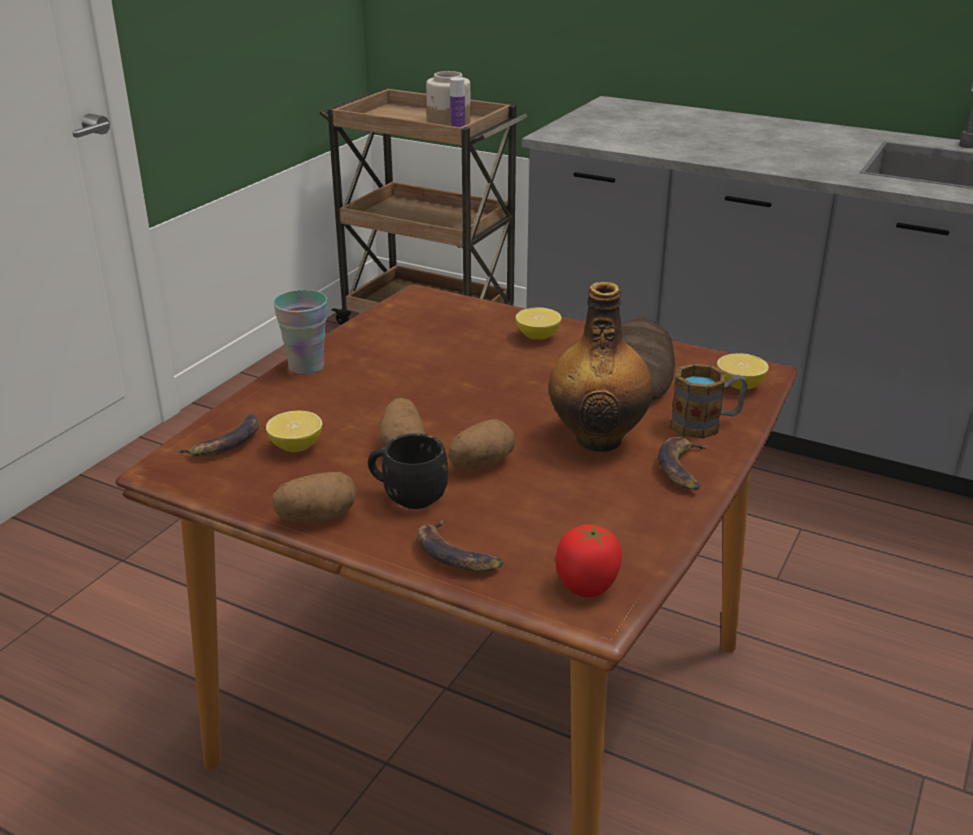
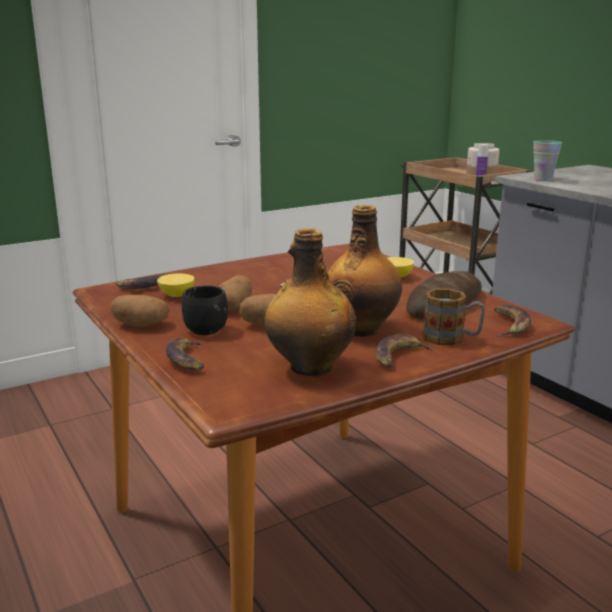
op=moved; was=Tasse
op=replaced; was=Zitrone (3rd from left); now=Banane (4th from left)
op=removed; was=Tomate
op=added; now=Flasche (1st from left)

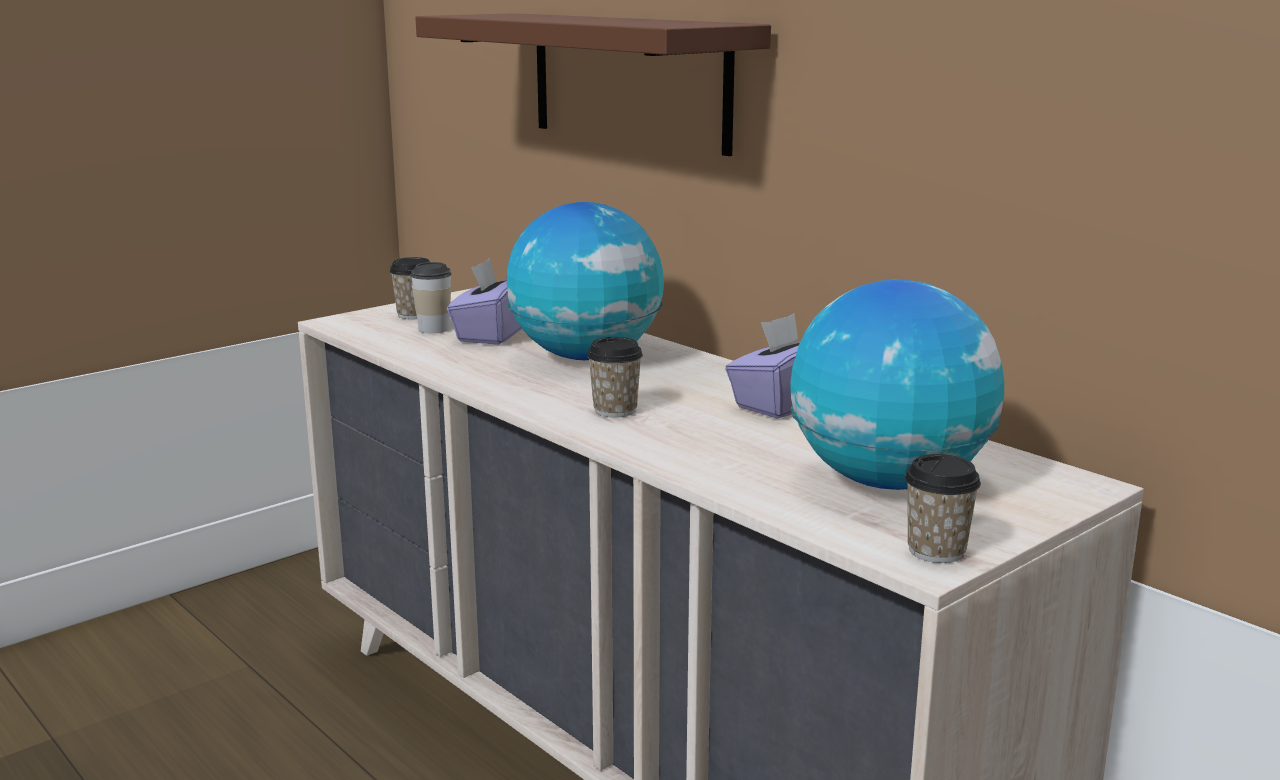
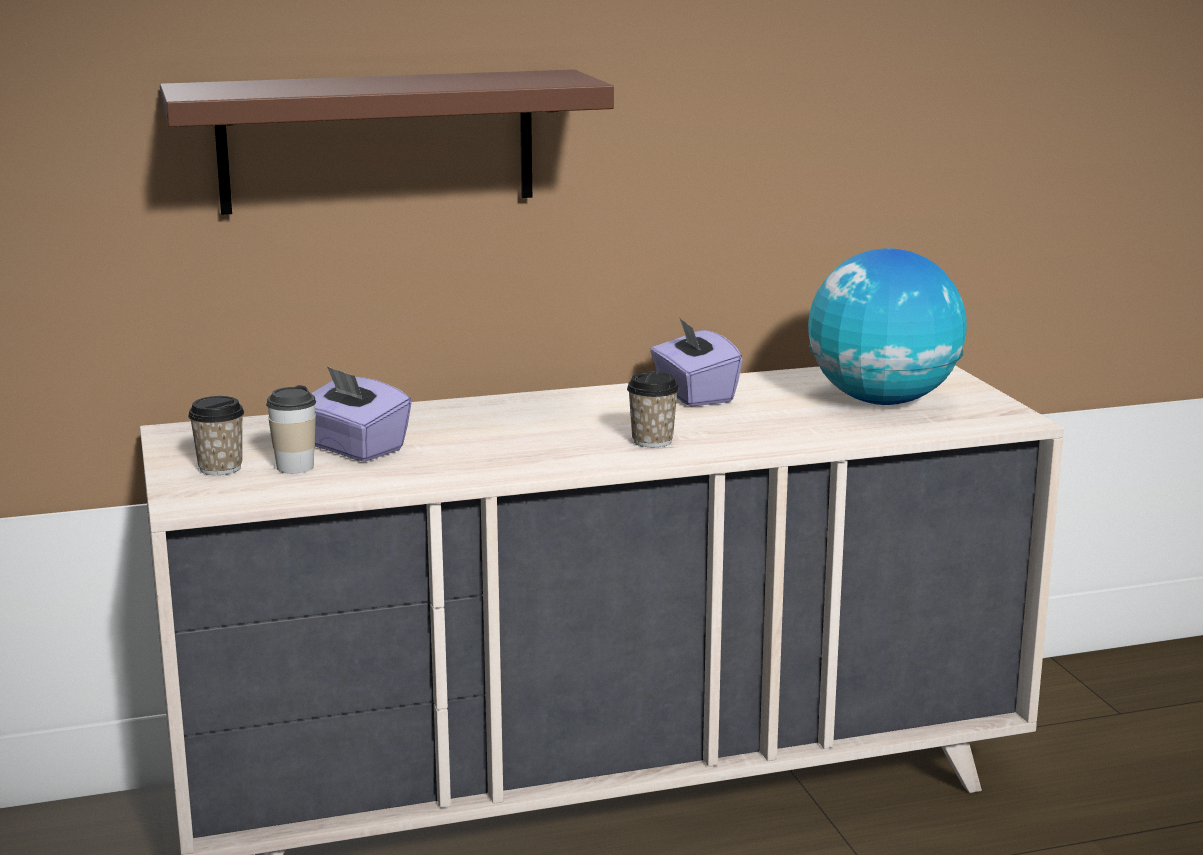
op=removed; was=Globus (1st from left)
op=removed; was=Tasse (4th from left)

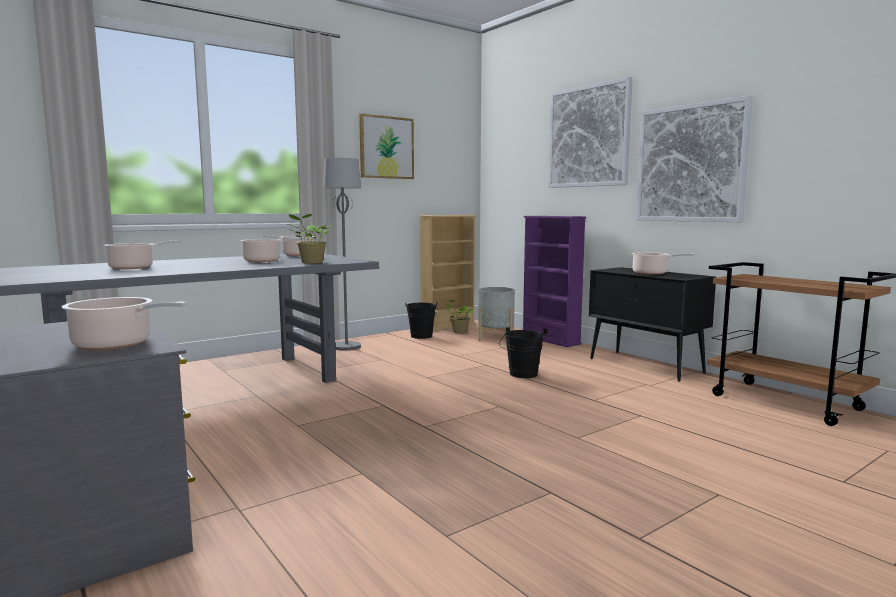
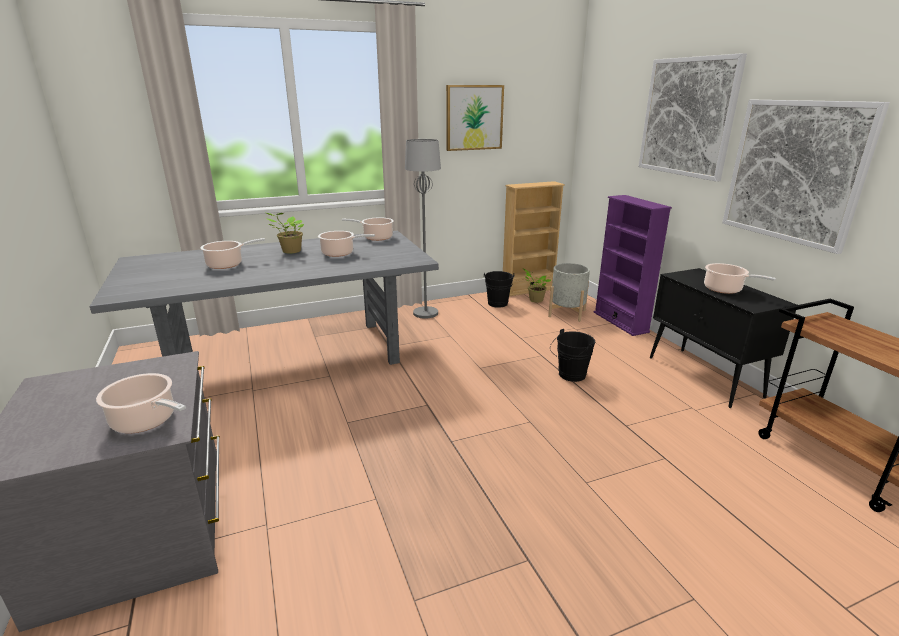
op=moved; was=Topfpflanze (1st from left)

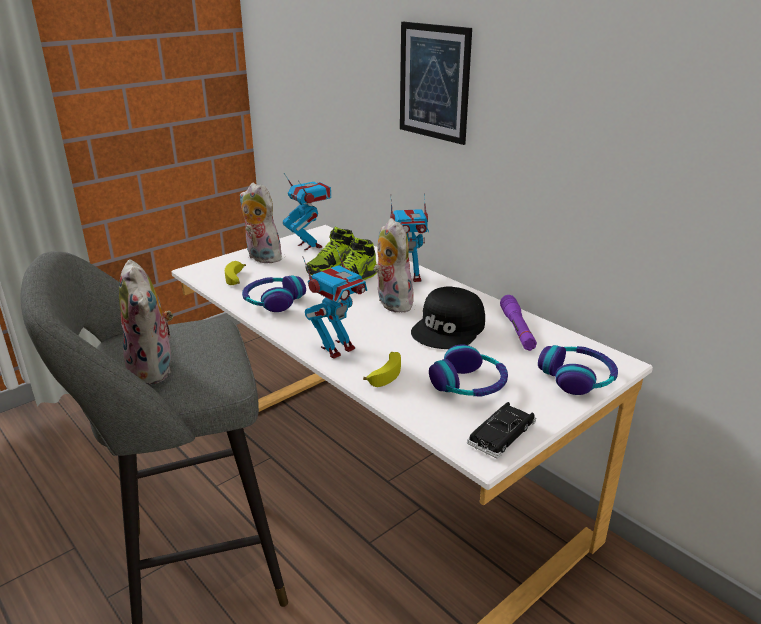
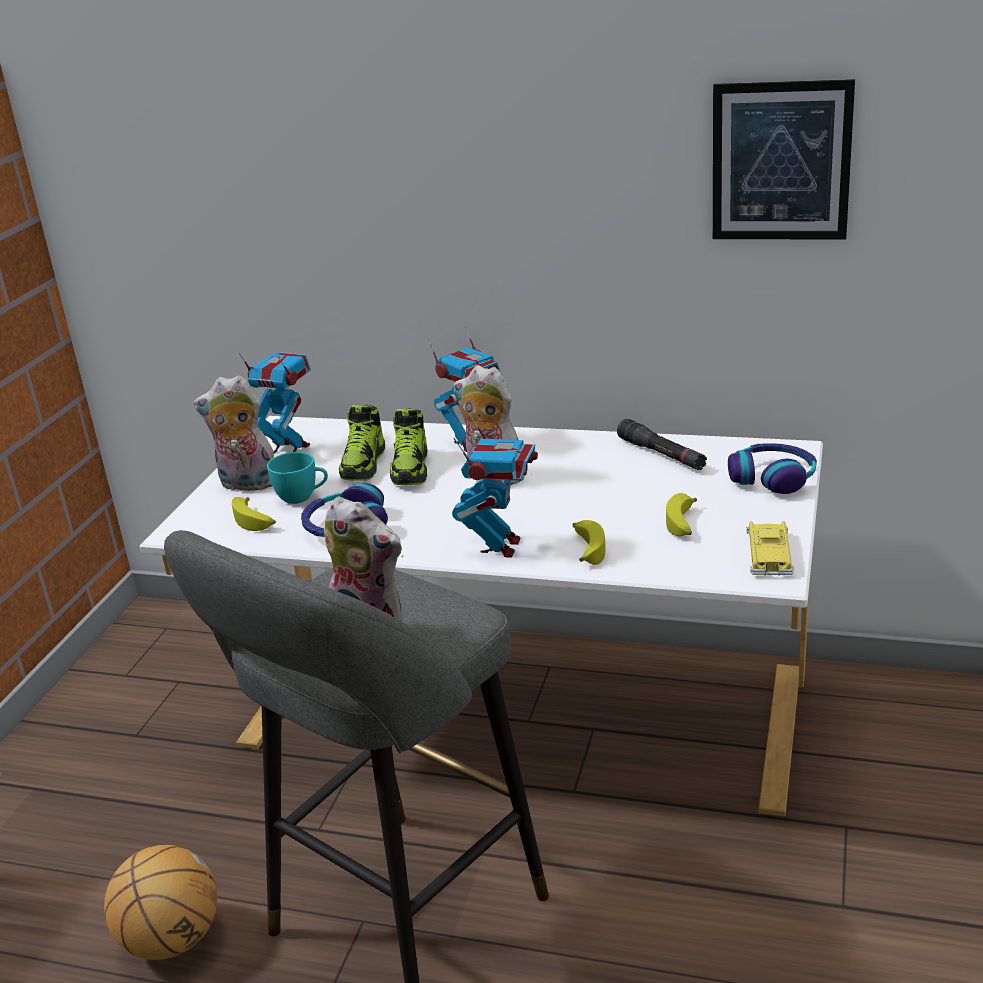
op=moved; was=Bild
op=removed; was=Kappe [schwarz]
op=recoloured; was=Taschenlampe [lila]; now=Taschenlampe [schwarz]
op=replaced; was=Kopfhörer (2nd from left); now=Banane (3rd from left)
op=recoloured; was=Spielzeugauto [schwarz]; now=Spielzeugauto [gelb]
op=added; now=Tasse [türkis]
op=added; now=Basketball

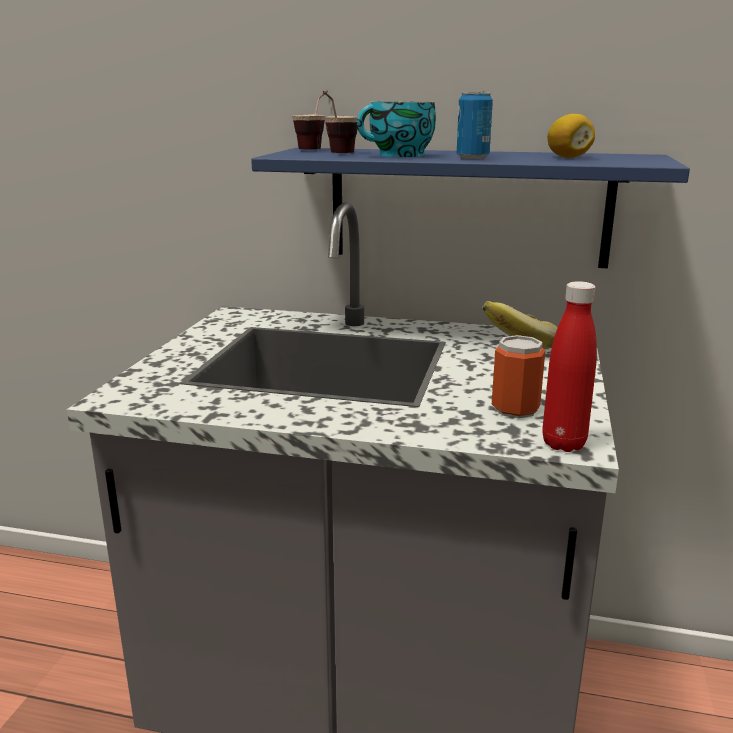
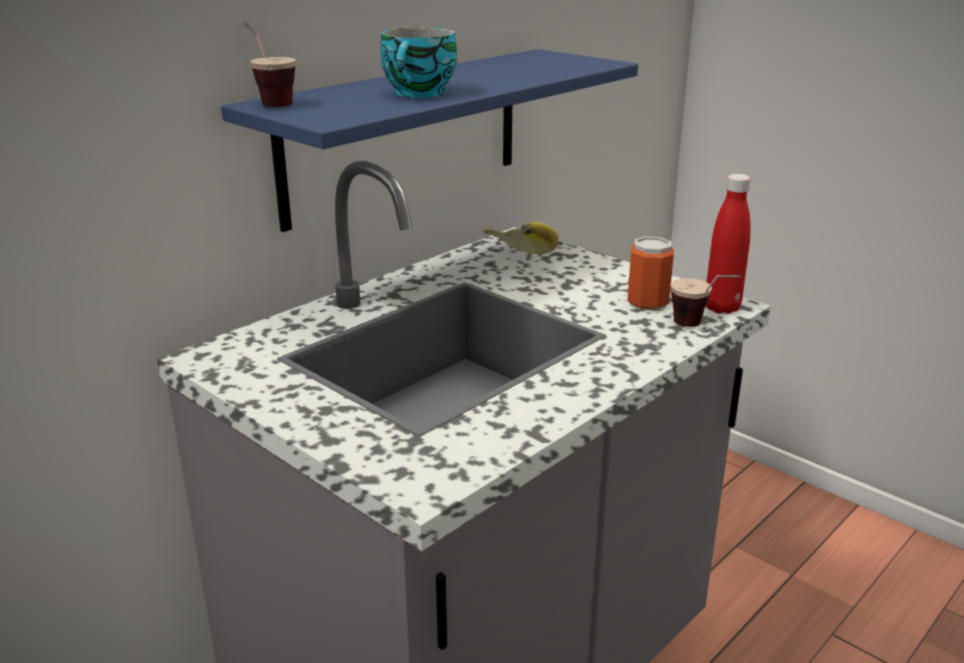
op=moved; was=Tasse (2nd from left in the first image); now=Tasse (3rd from left)
op=removed; was=Dose (1st from left)
op=removed; was=Zitrone

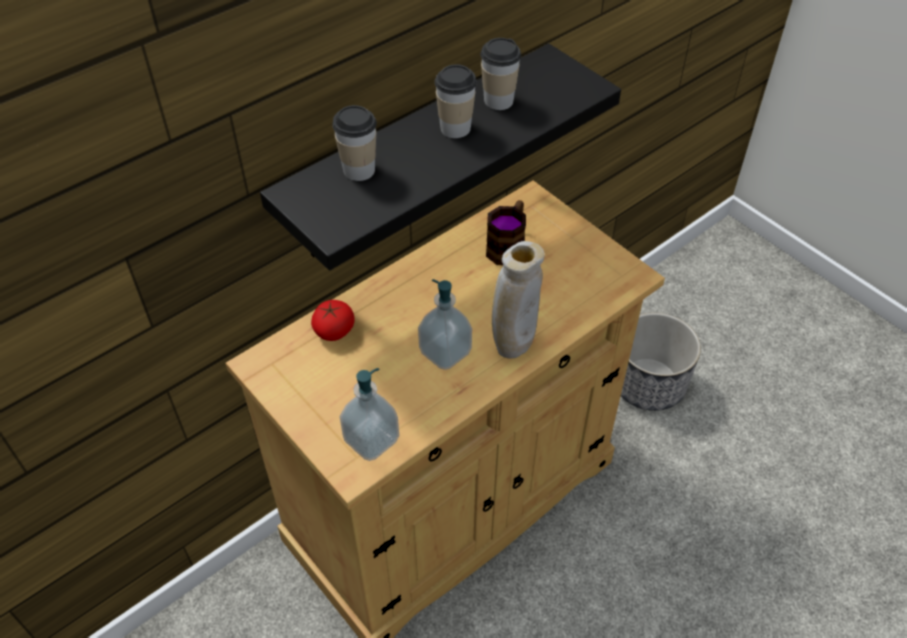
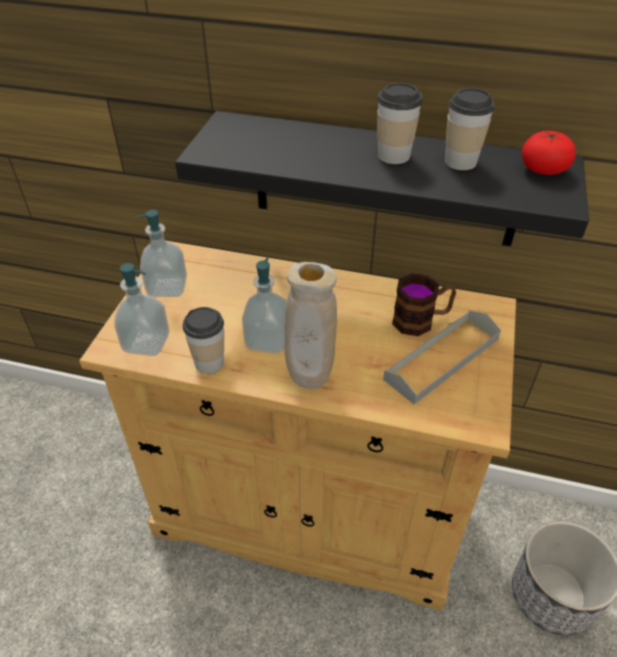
op=moved; was=Tasse (1st from left)
op=moved; was=Tomate
op=added; now=Seifenspender (2nd from left)
op=added; now=Tablett [grau]

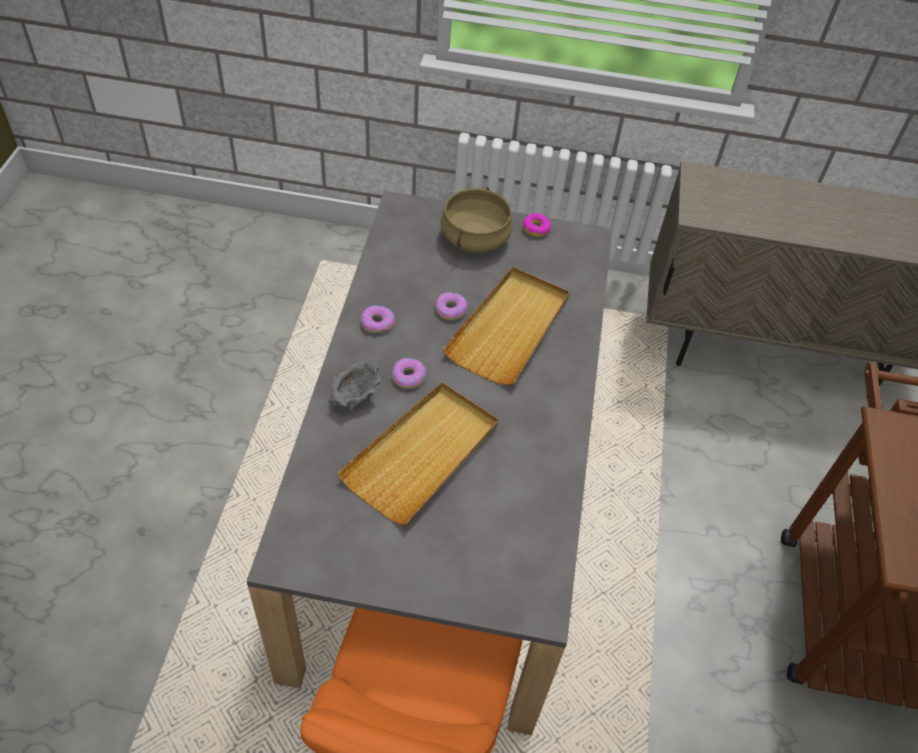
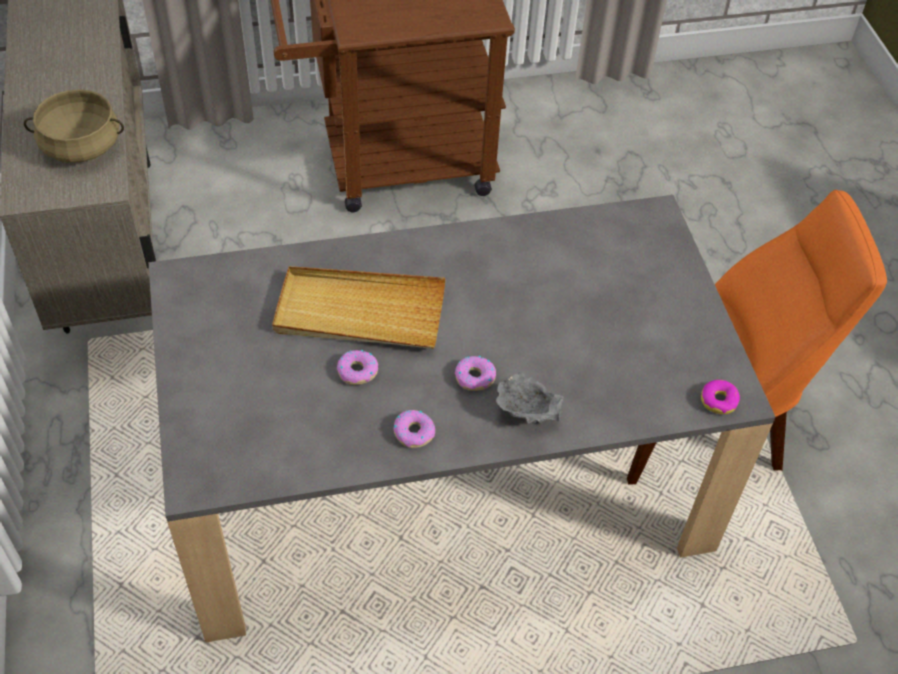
op=moved; was=Kochtopf [beige]
op=moved; was=Donut (4th from left)
op=removed; was=Tablett [beige] (1st from left)

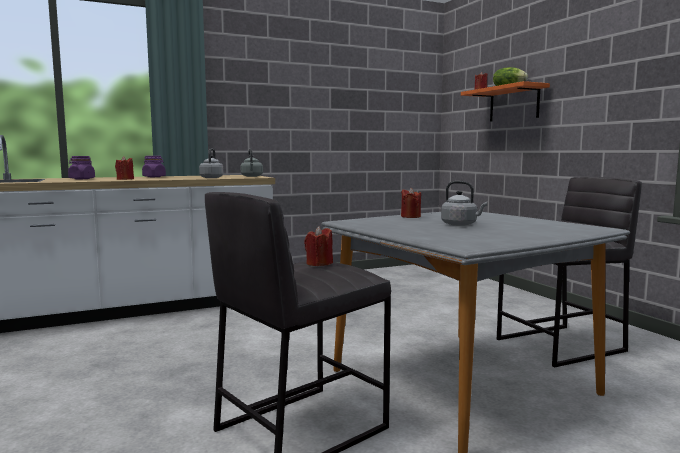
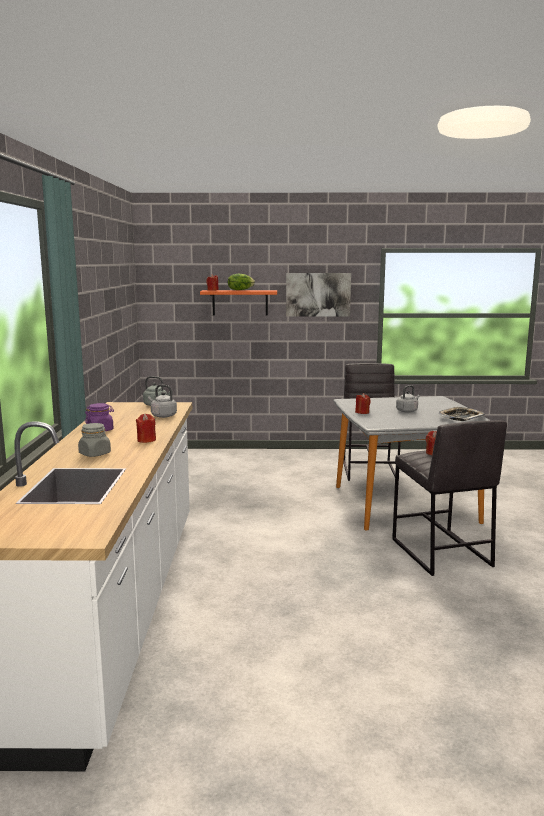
op=recoloured; was=Vorratsglas [lila] (1st from left); now=Vorratsglas [grau]
op=added; now=Bild
op=added; now=Tablett

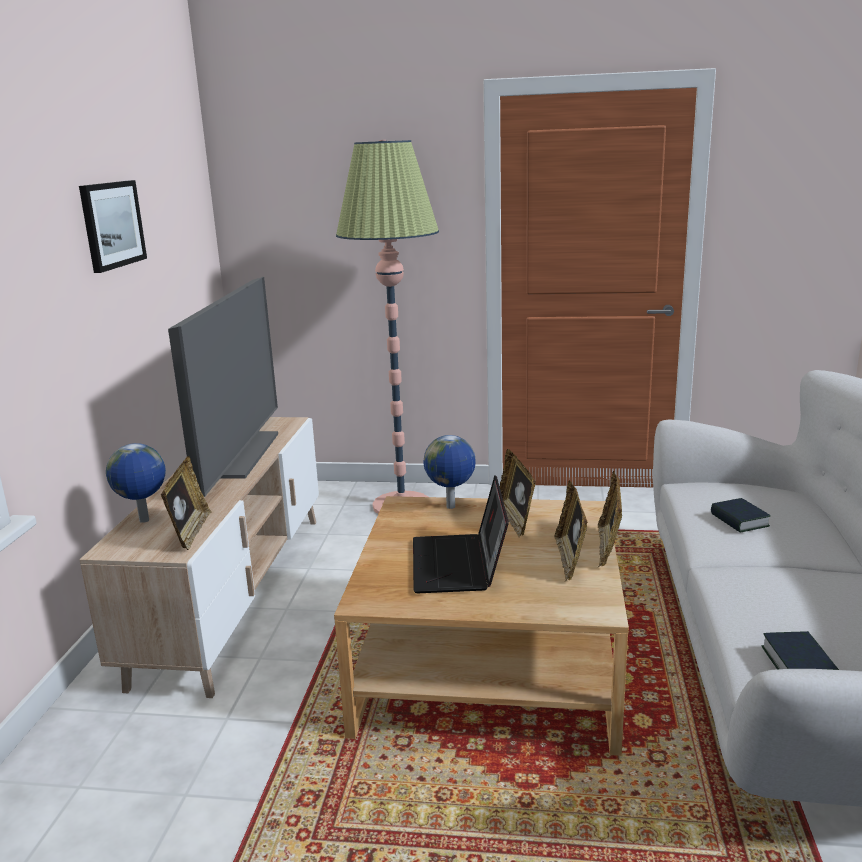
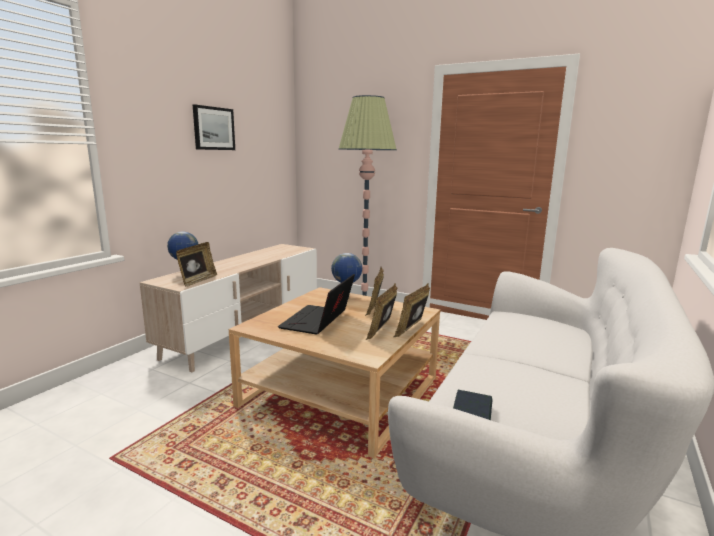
op=removed; was=Fernseher
op=removed; was=Buch (1st from left)

